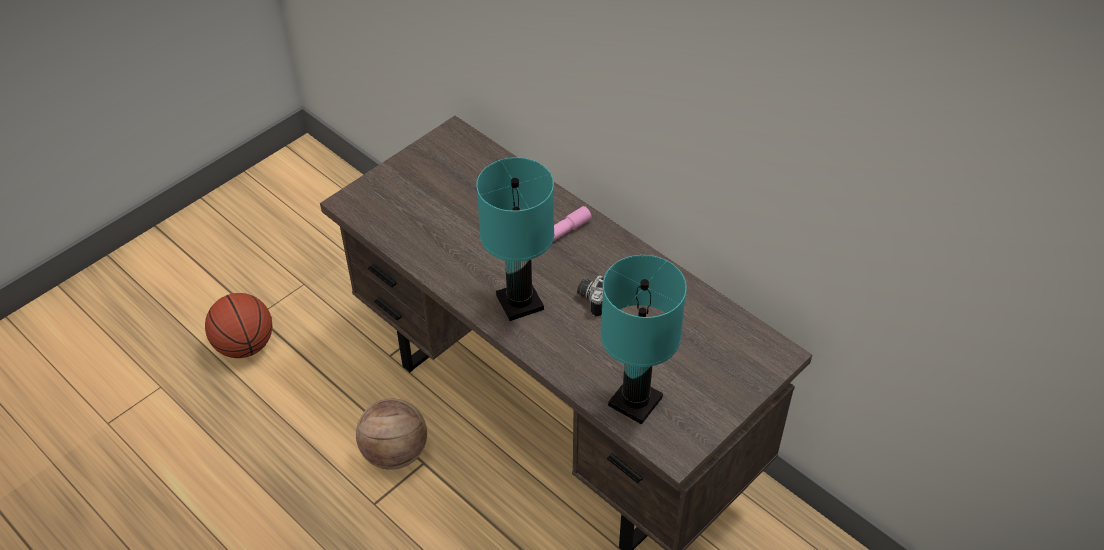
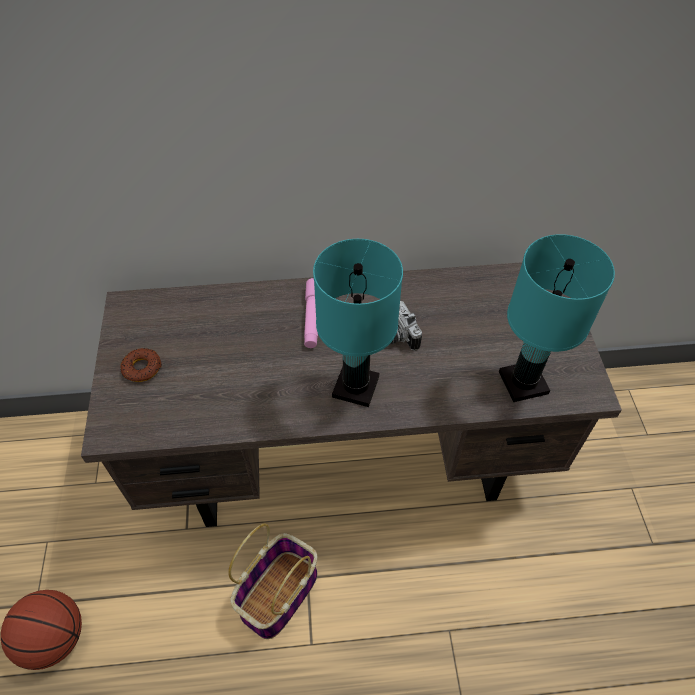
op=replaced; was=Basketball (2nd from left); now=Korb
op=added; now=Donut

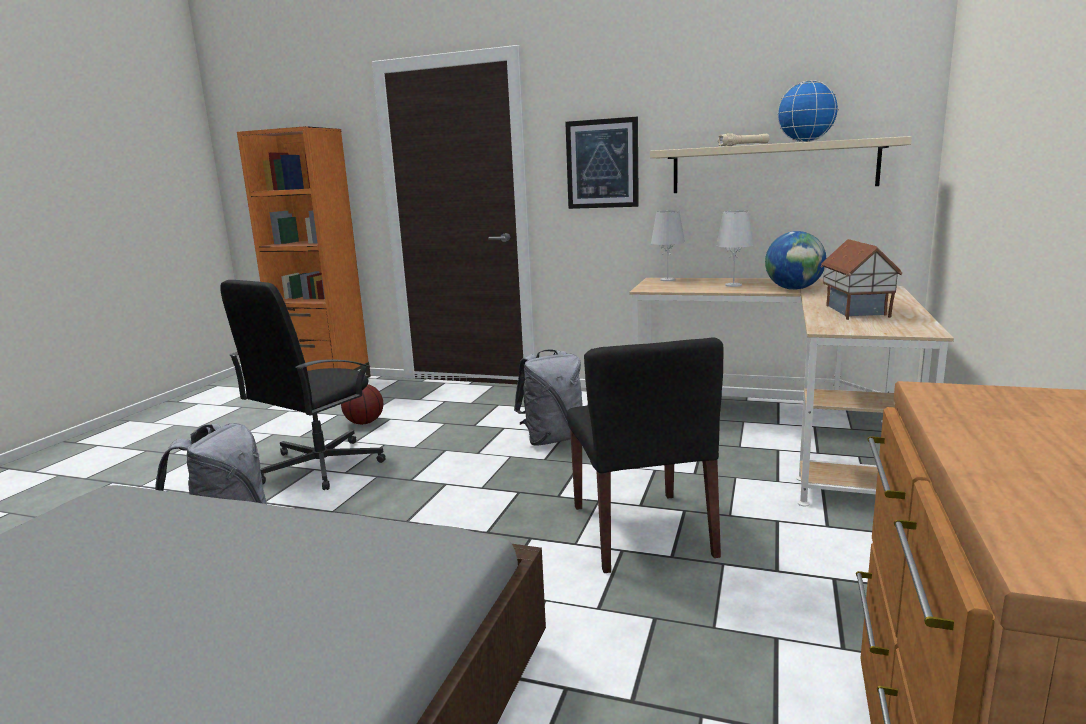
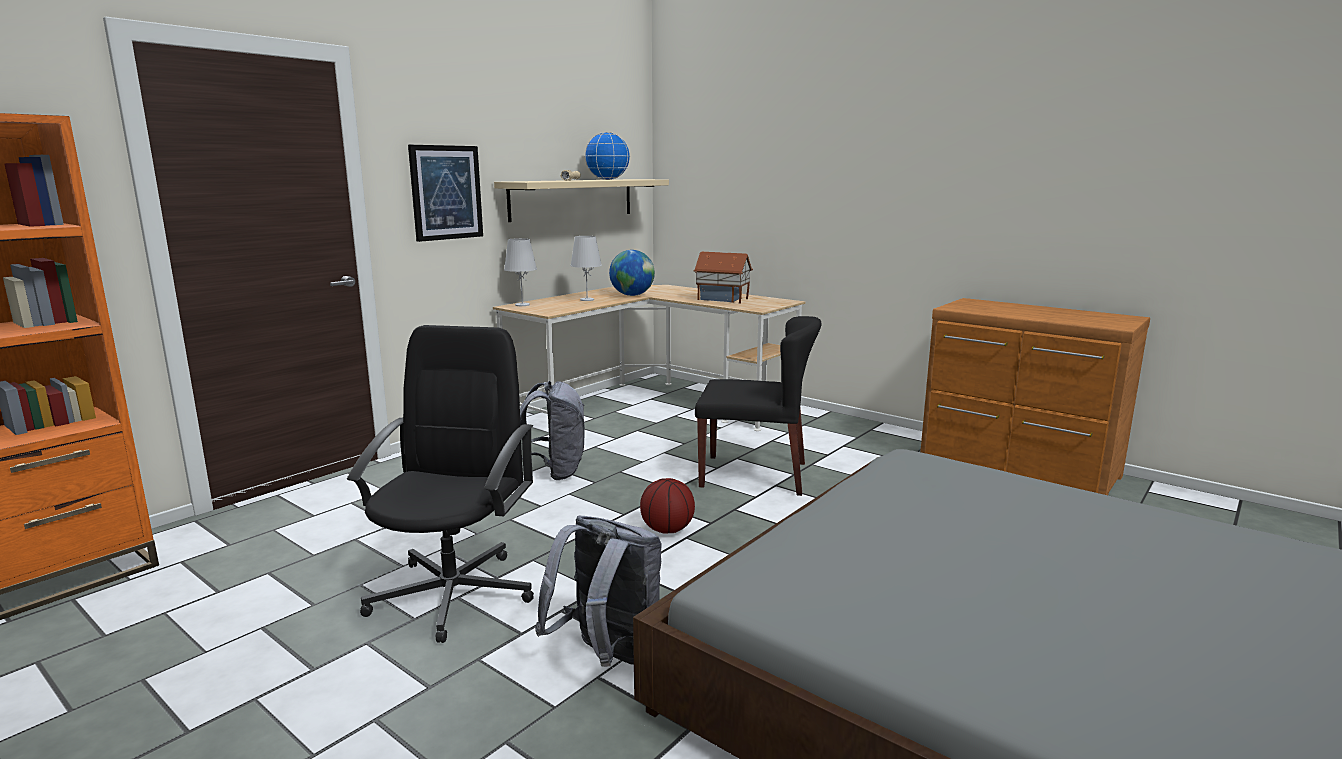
op=turned; was=Bürostuhl [schwarz]; clockwise=-135
op=moved; was=Basketball

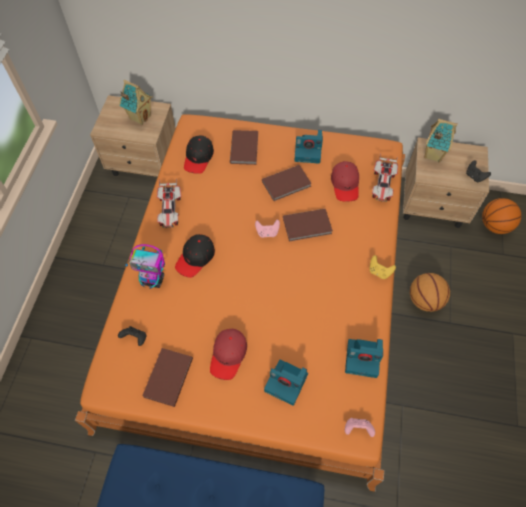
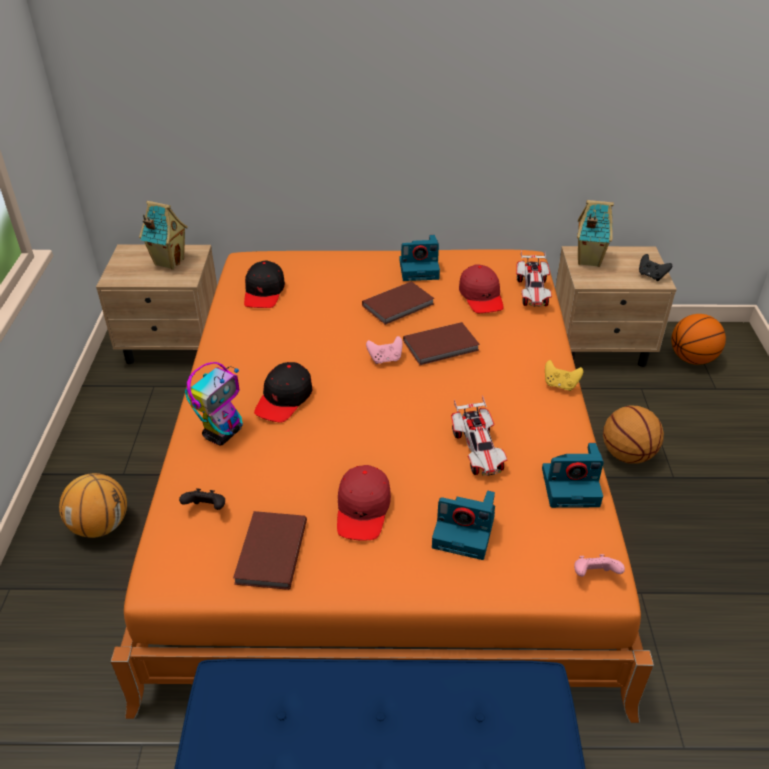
op=removed; was=Buch [braun] (2nd from left)
op=moved; was=Spielzeugauto (1st from left)
op=turned; was=Spielzeugroboter; clockwise=-60
op=added; now=Basketball (1st from left)

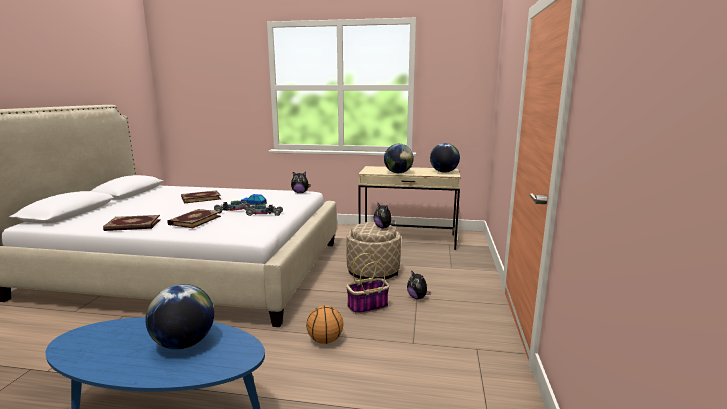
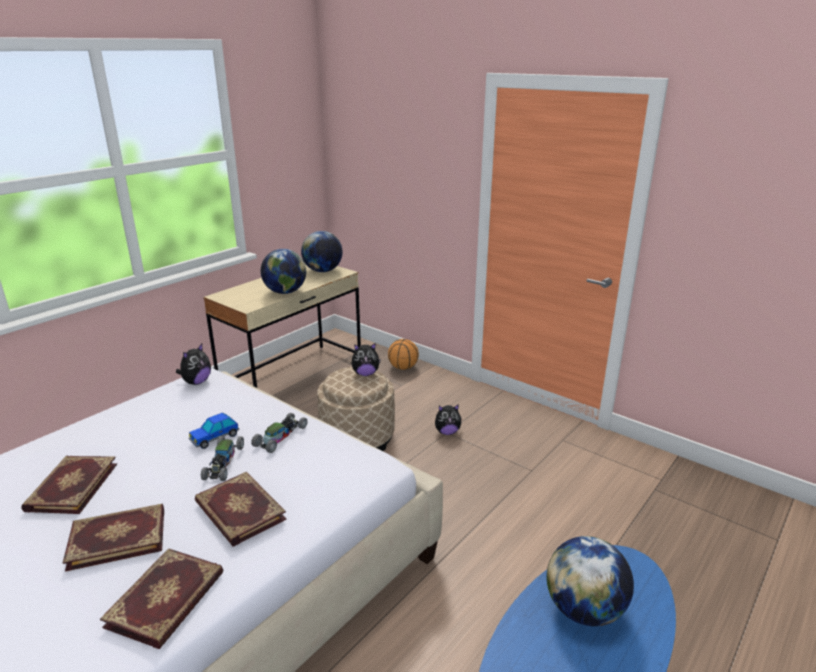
op=removed; was=Korb
op=moved; was=Basketball
op=added; now=Buch (2nd from left)

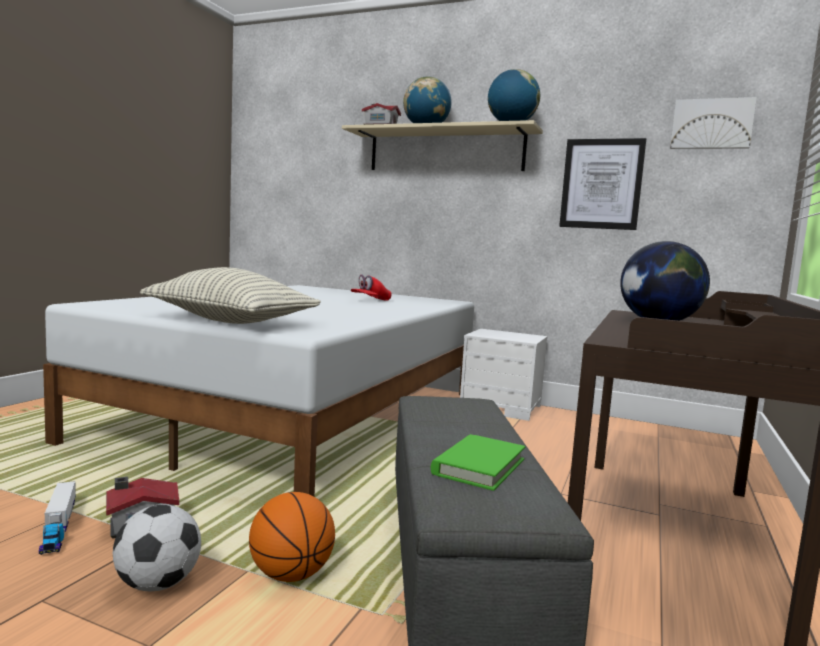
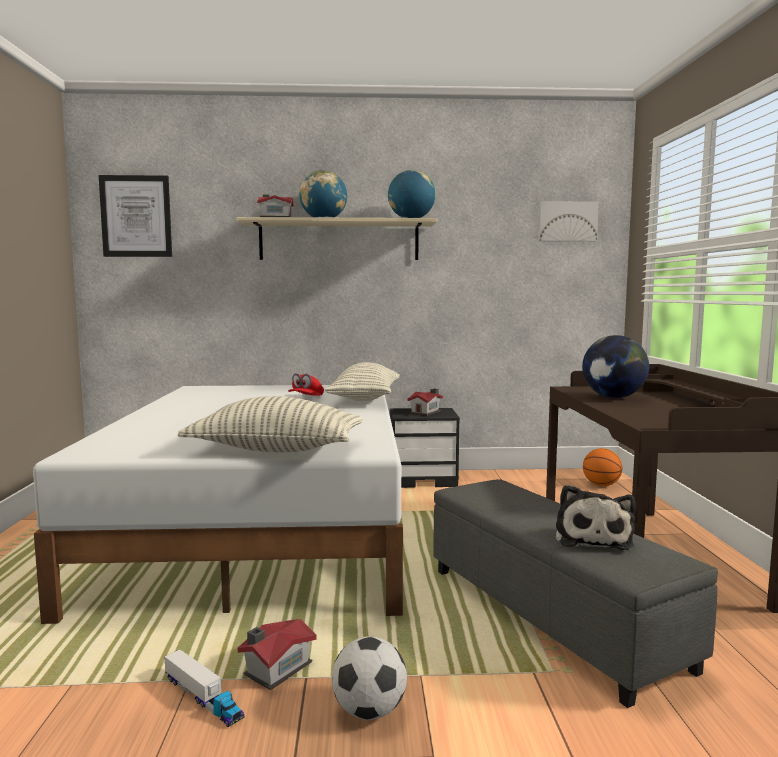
op=moved; was=Bild (1st from left)
op=recoloured; was=Nachttisch [weiß]; now=Nachttisch [schwarz]
op=replaced; was=Buch [grün]; now=Plüschtier
op=moved; was=Basketball
op=added; now=Kissen (2nd from left)
op=added; now=Spielzeughaus (3rd from left)

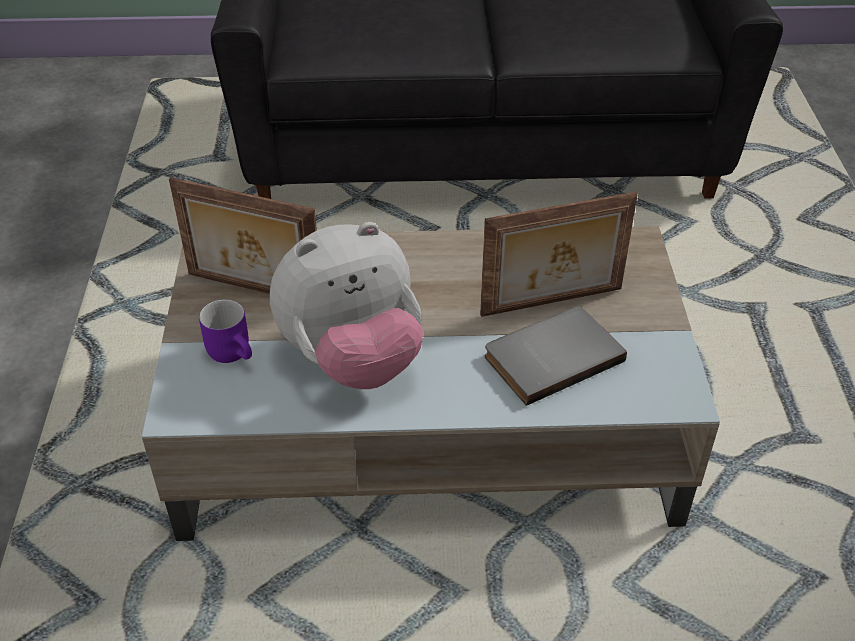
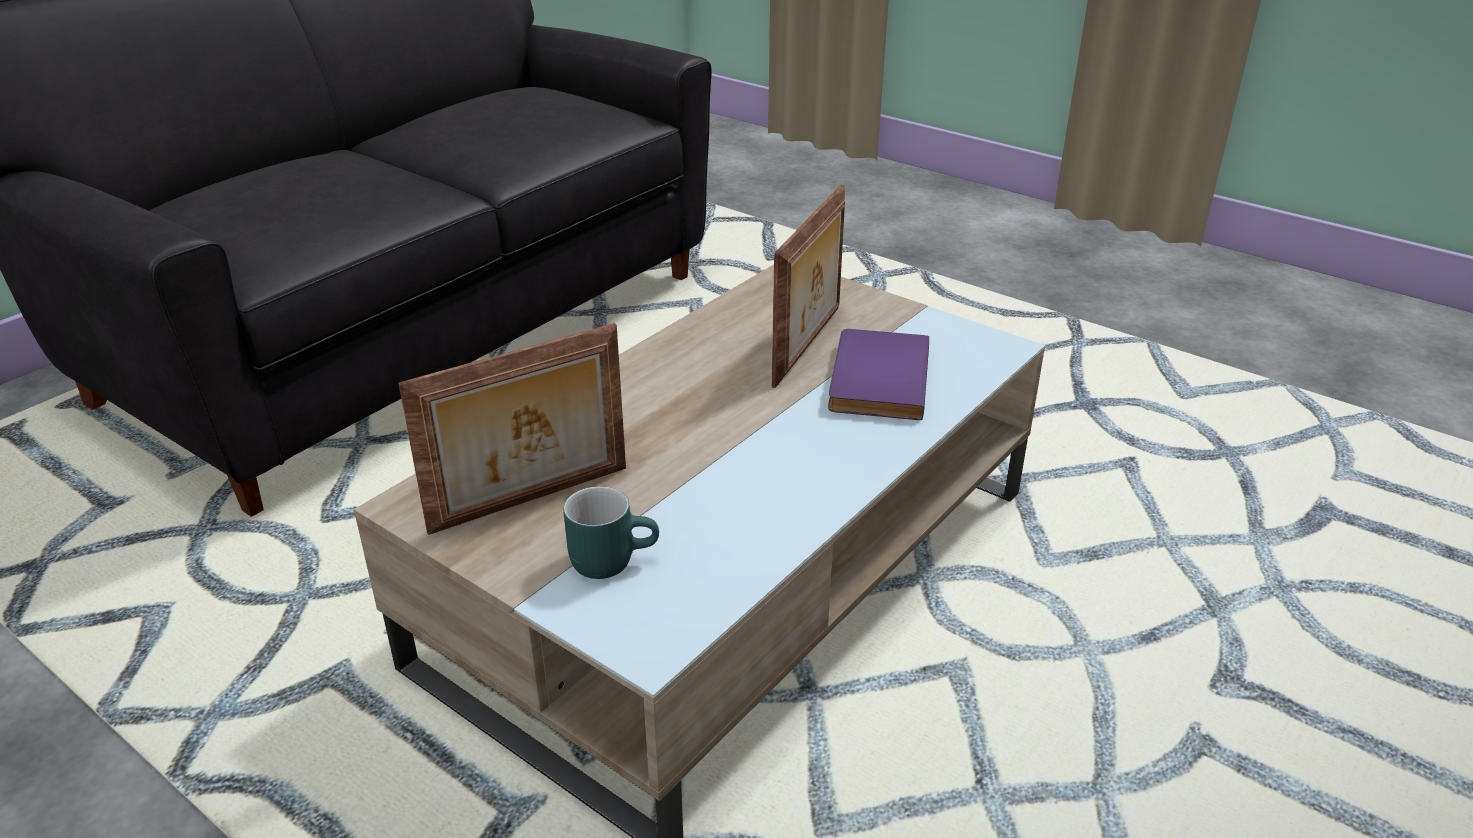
op=removed; was=Plüschtier
op=recoloured; was=Henkelbecher [lila]; now=Henkelbecher [türkis]
op=recoloured; was=Buch [grau]; now=Buch [lila]

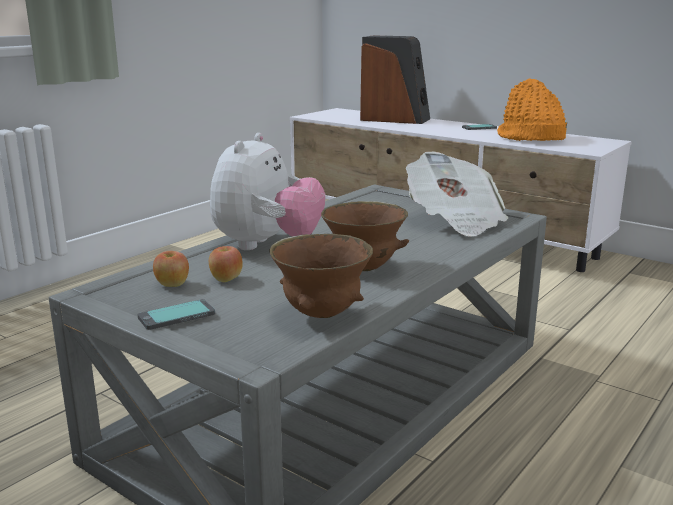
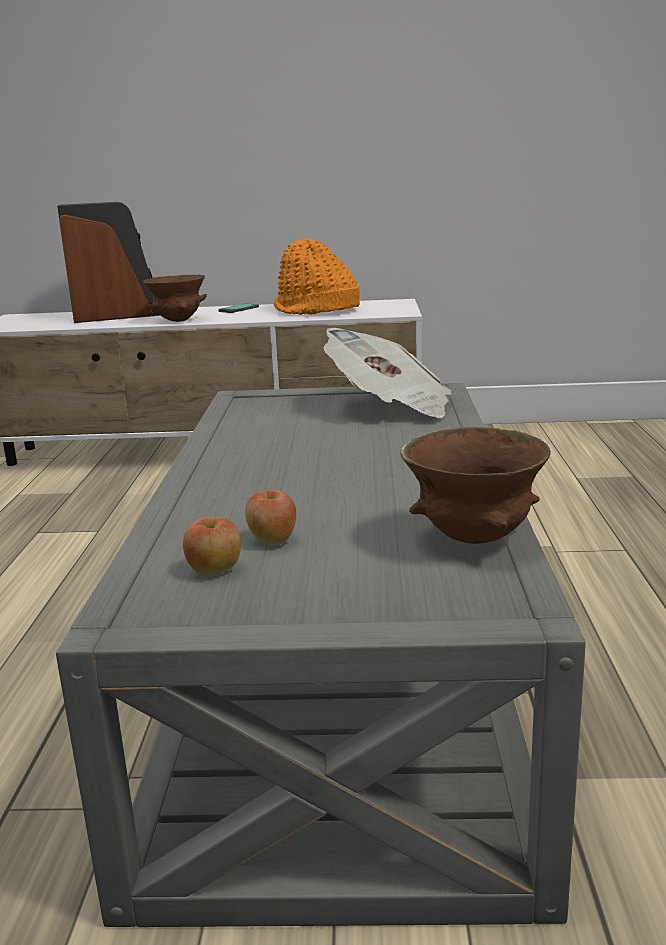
op=removed; was=Plüschtier
op=moved; was=Schüssel [braun] (2nd from left in the first image); now=Schüssel [braun] (1st from left)
op=removed; was=Handy (1st from left)

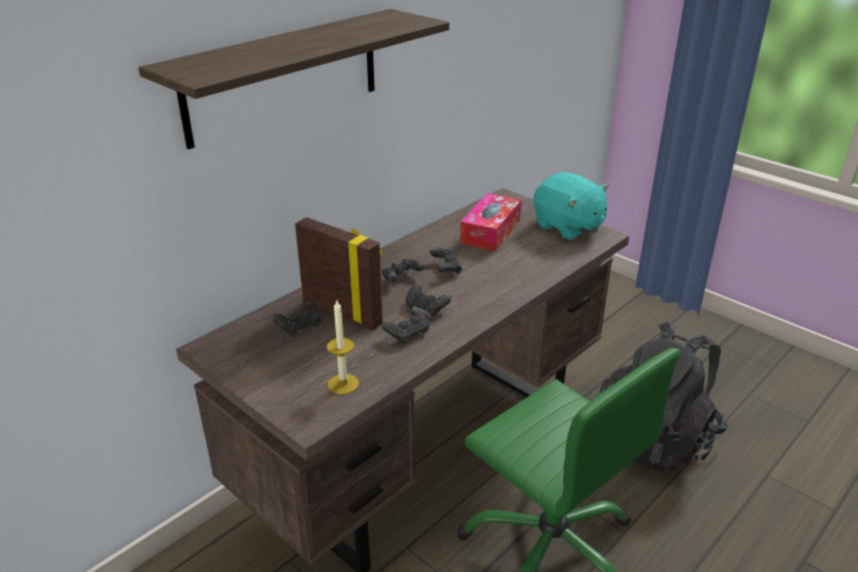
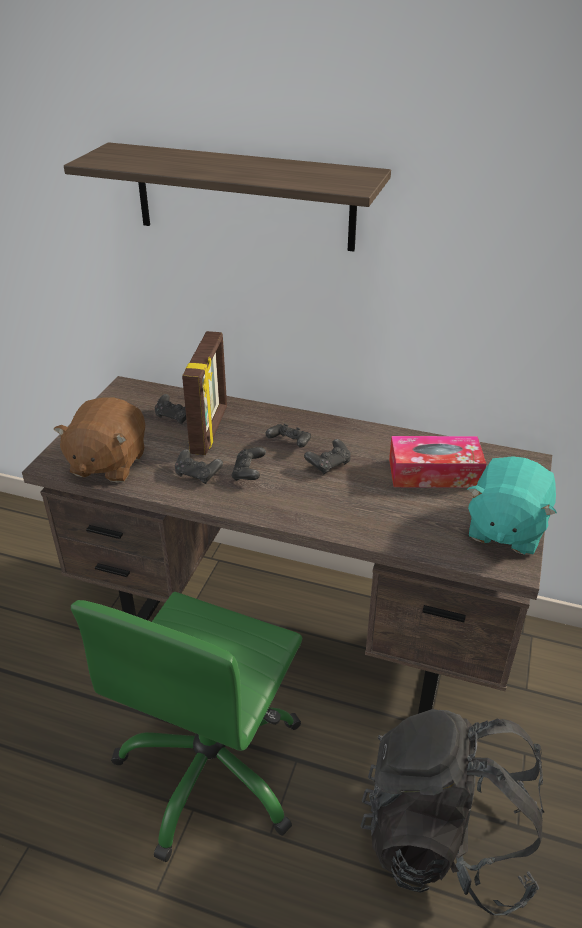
op=replaced; was=Kerze; now=Plüschtier [braun]

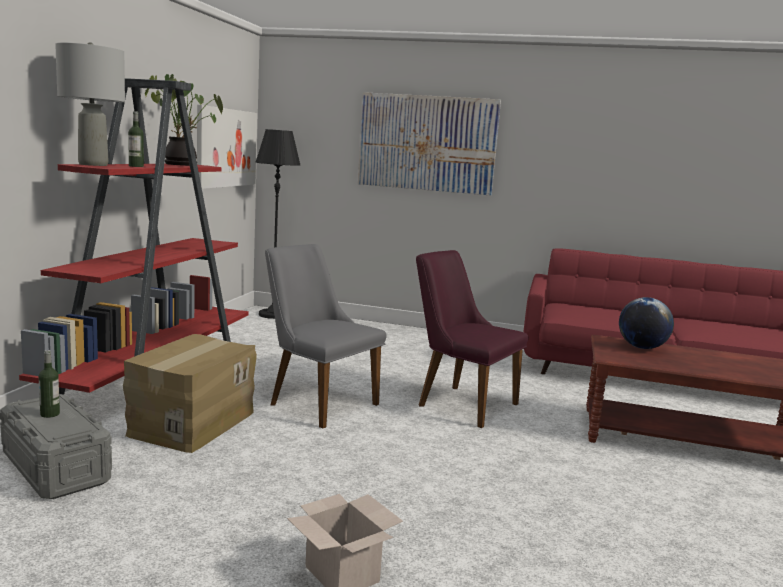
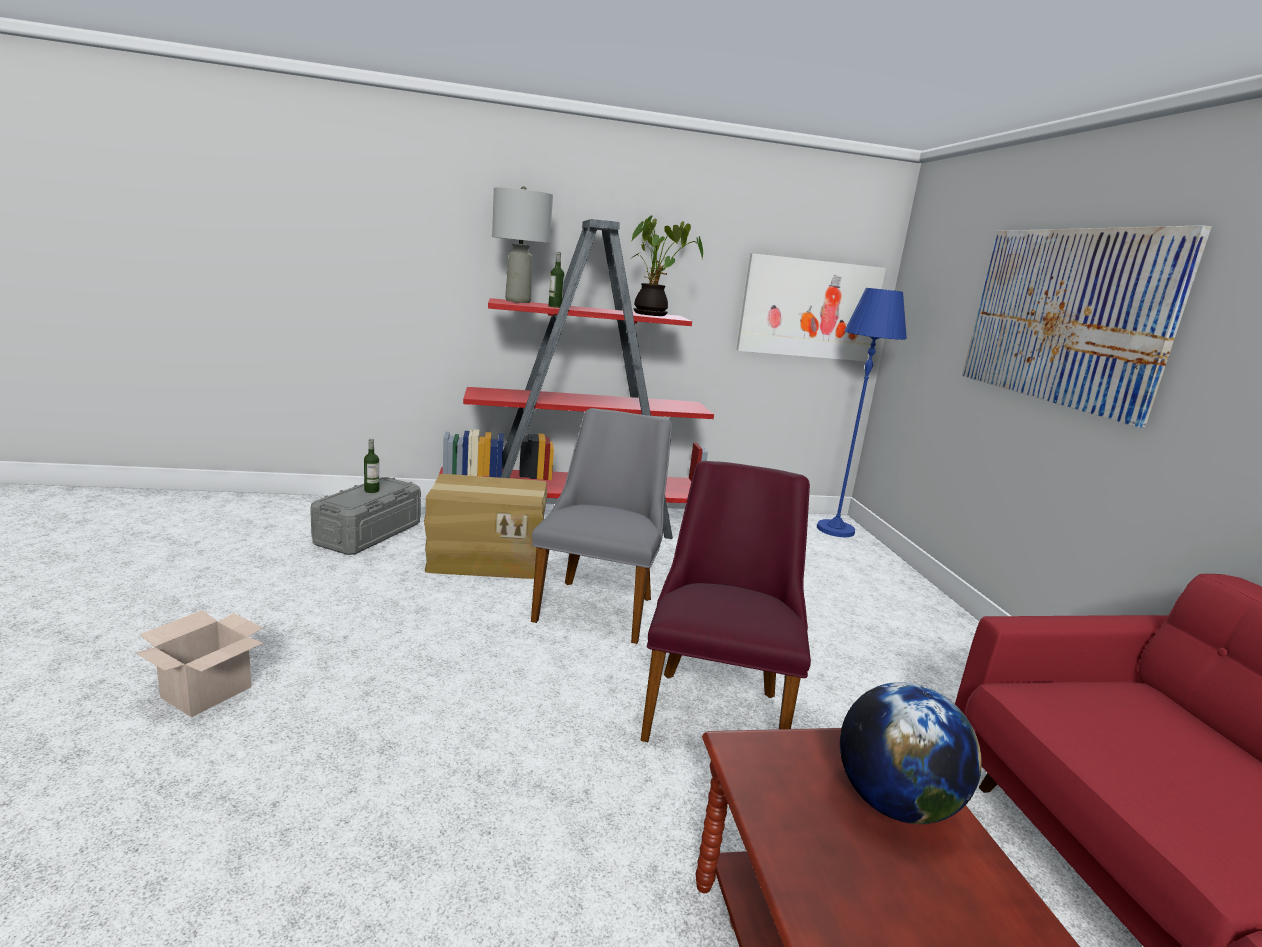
op=recoloured; was=Stehlampe [schwarz]; now=Stehlampe [blau]

